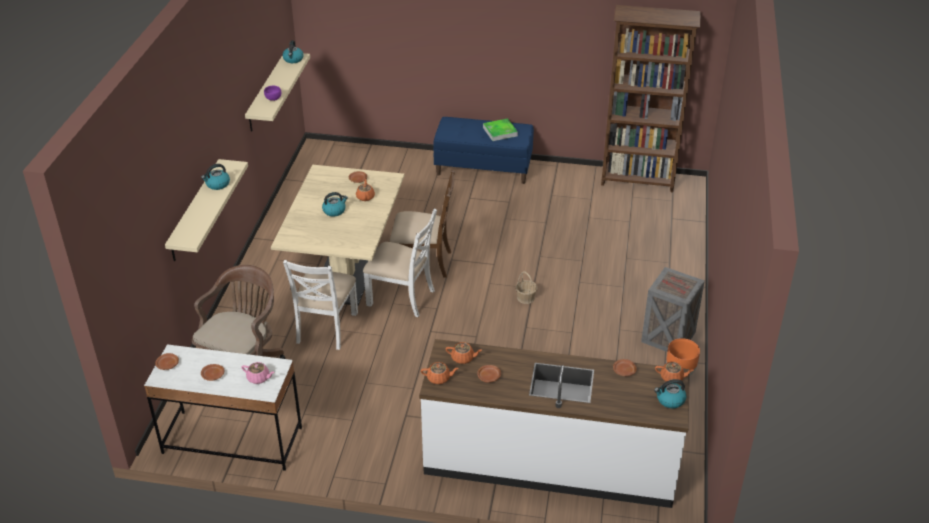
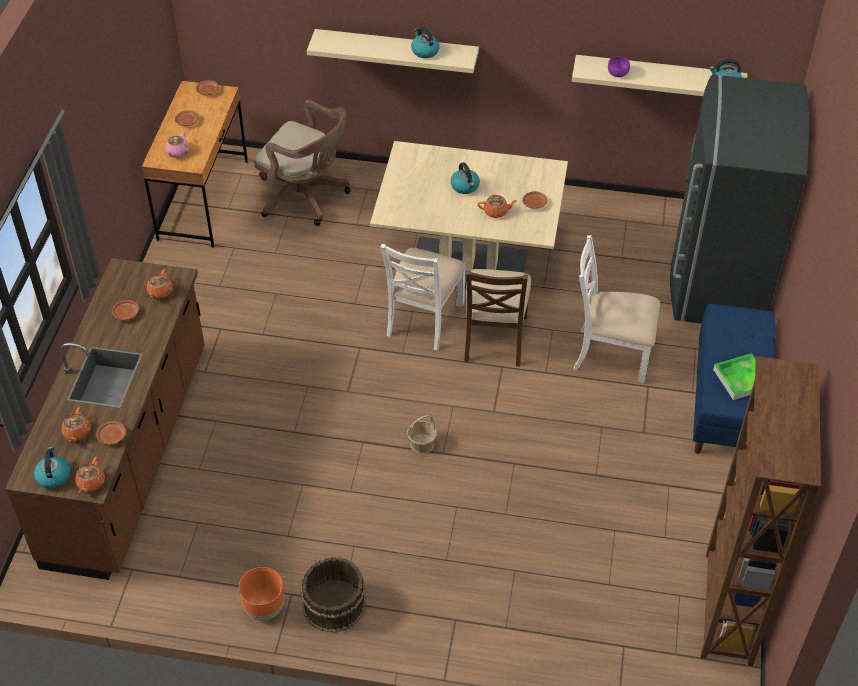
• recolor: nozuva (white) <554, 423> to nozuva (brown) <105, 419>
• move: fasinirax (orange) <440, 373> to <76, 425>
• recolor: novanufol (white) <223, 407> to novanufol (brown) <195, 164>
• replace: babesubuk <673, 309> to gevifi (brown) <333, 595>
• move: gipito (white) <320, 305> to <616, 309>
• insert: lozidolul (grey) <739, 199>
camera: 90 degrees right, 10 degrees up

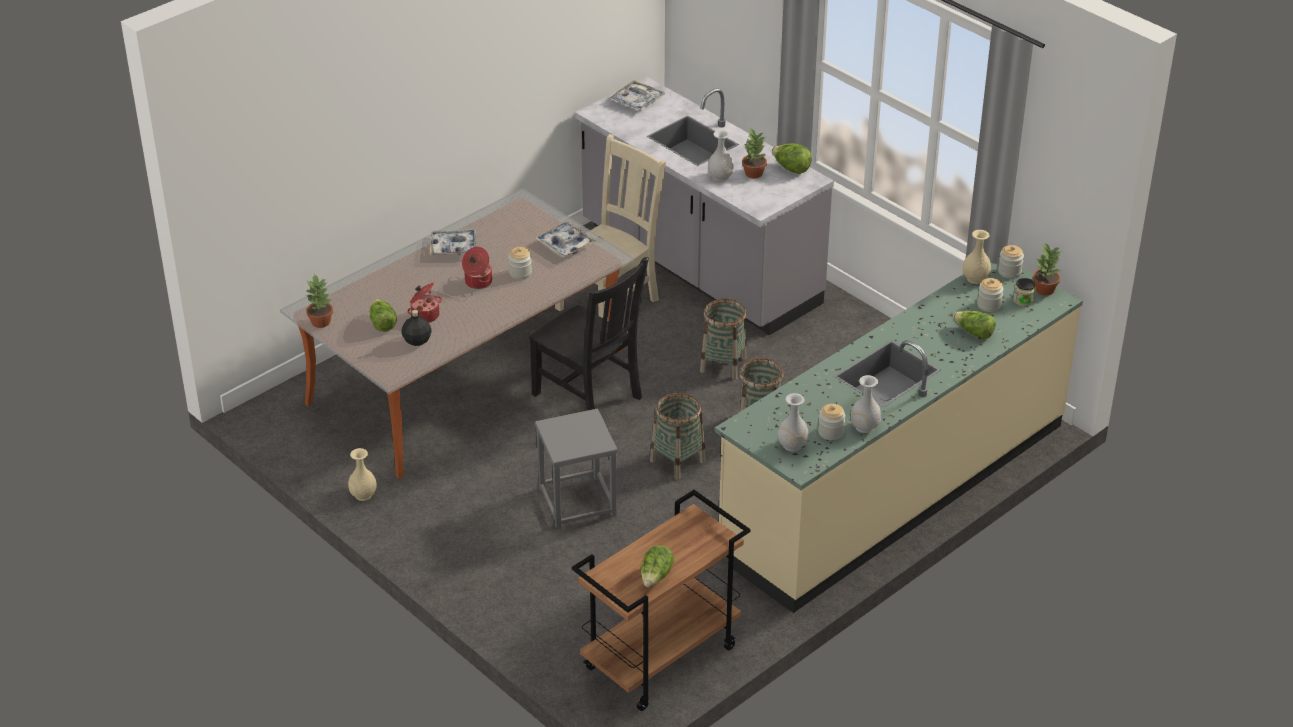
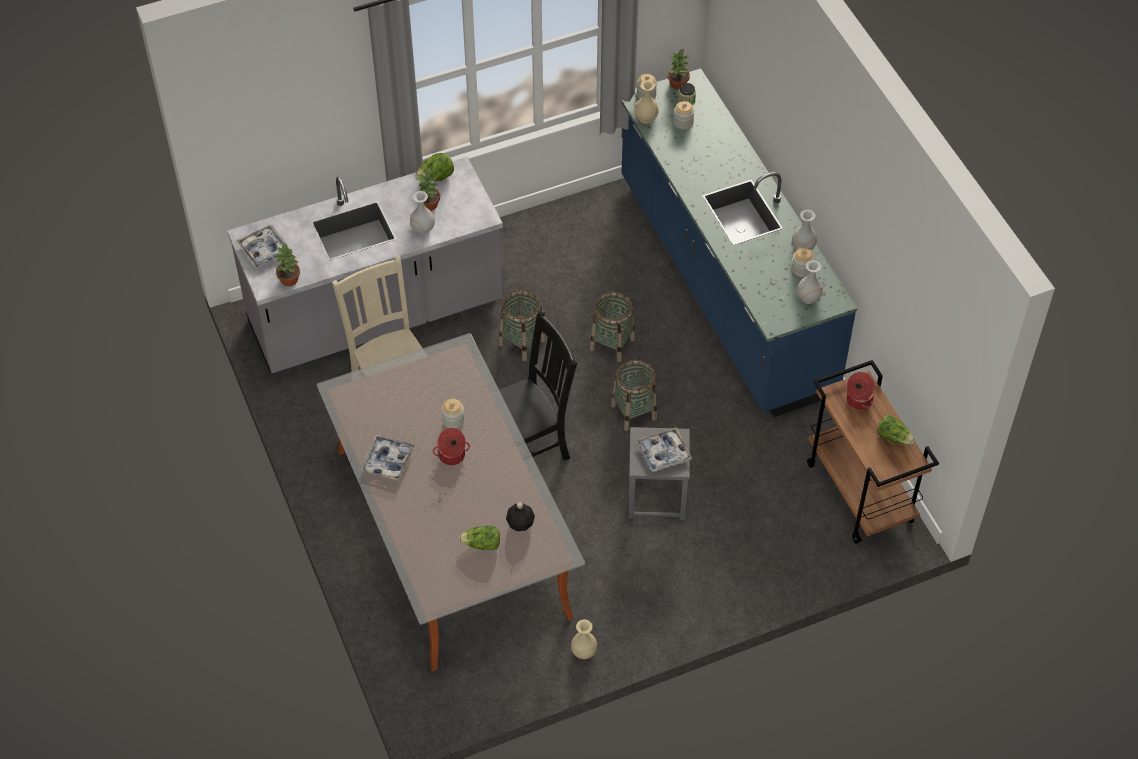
• move: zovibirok <319, 301> to <287, 264>
• recolor: nozuva (beige) <899, 435> to nozuva (blue) <739, 243>
• move: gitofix <565, 239> to <664, 449>
• move: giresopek <424, 303> to <860, 391>
• delete: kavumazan <974, 325>
camera: 70 degrees left, 15 degrees up

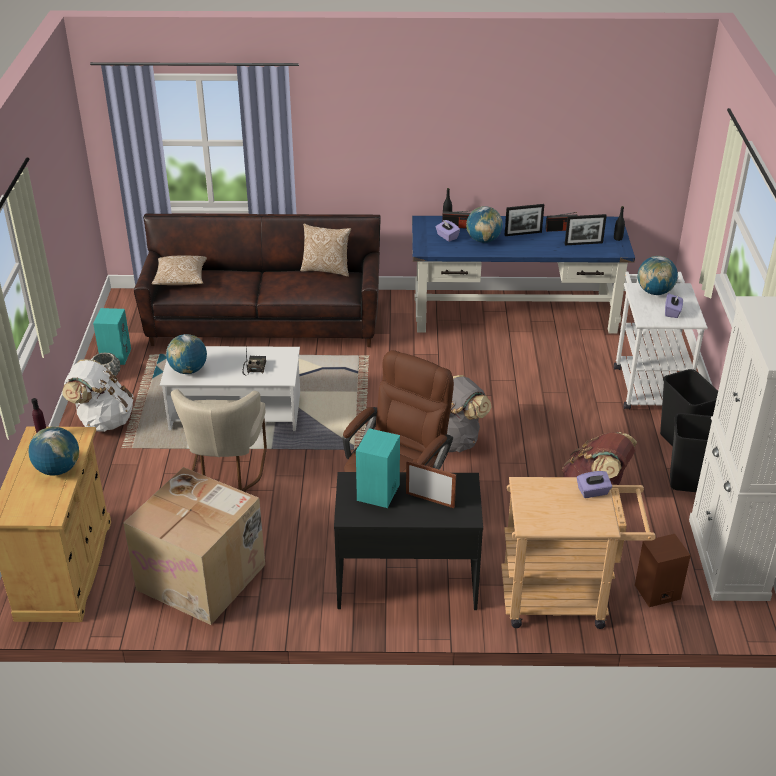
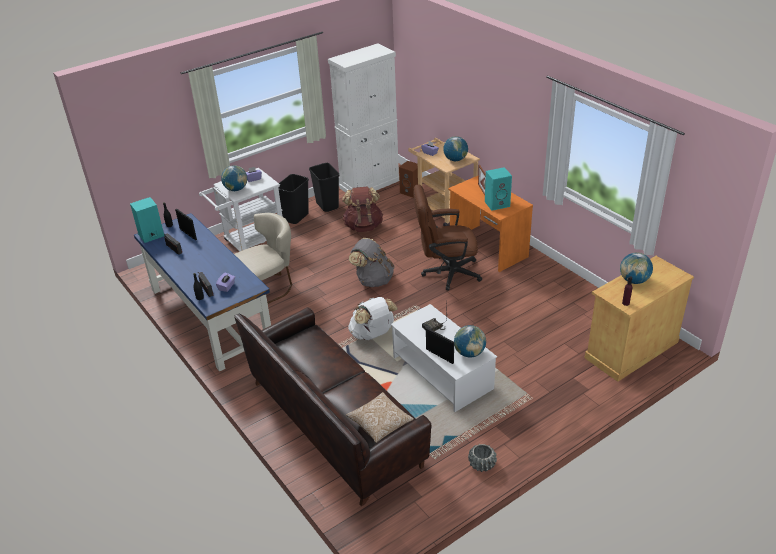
• move: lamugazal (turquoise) <112, 336> to <147, 220>
• move: gipito (beige) <219, 440> to <263, 258>
• move: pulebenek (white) <98, 395> to <373, 318>
• move: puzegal <524, 220> to <440, 346>
• move: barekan <484, 224> to <455, 148>
• recolor: novanufol (black) <408, 541> to novanufol (orange) <490, 224>
• delete: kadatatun <194, 546>
• delete: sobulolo <325, 250>
camera: 125 degrees left, 0 degrees up

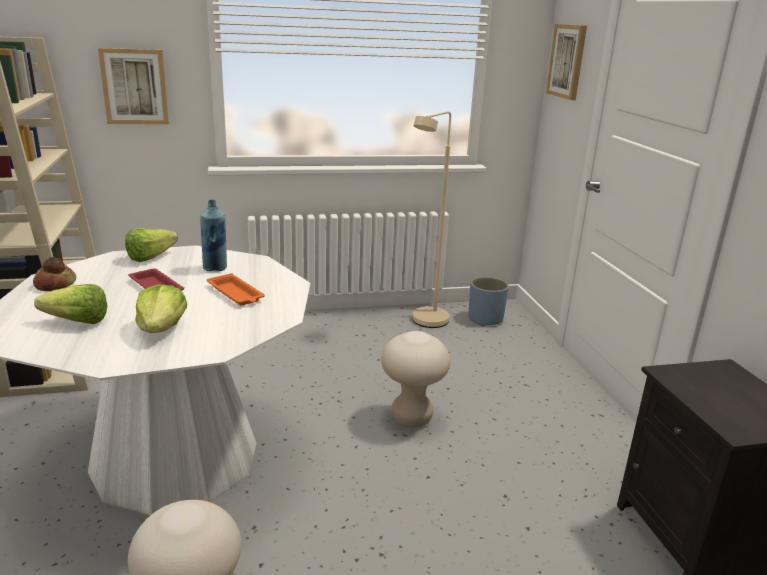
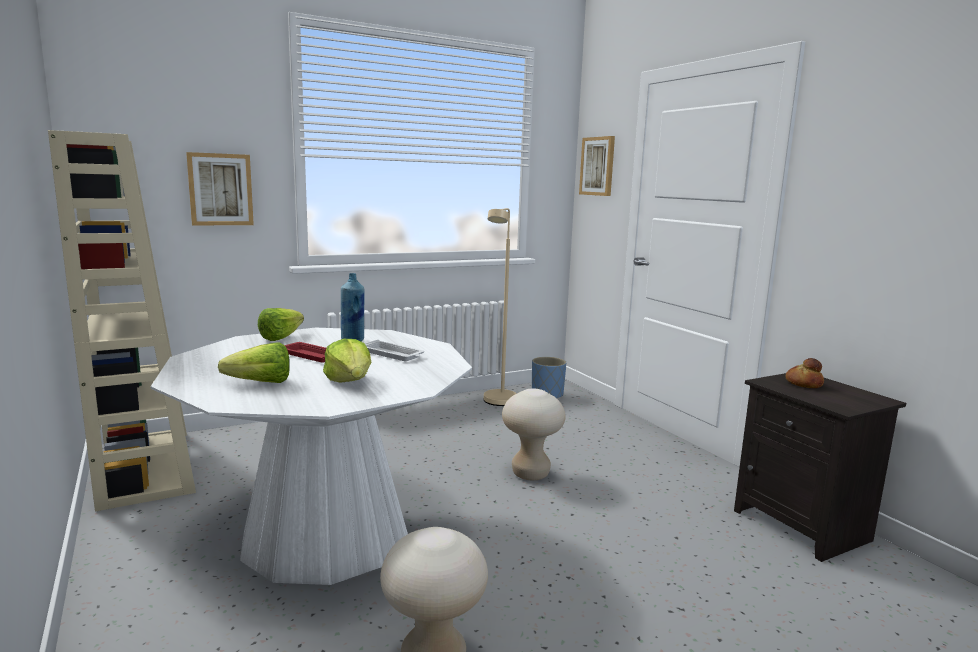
• recolor: gitofix (orange) <236, 289> to gitofix (white) <394, 350>
• move: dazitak <54, 274> to <804, 373>
camera: 15 degrees left, 10 degrees down

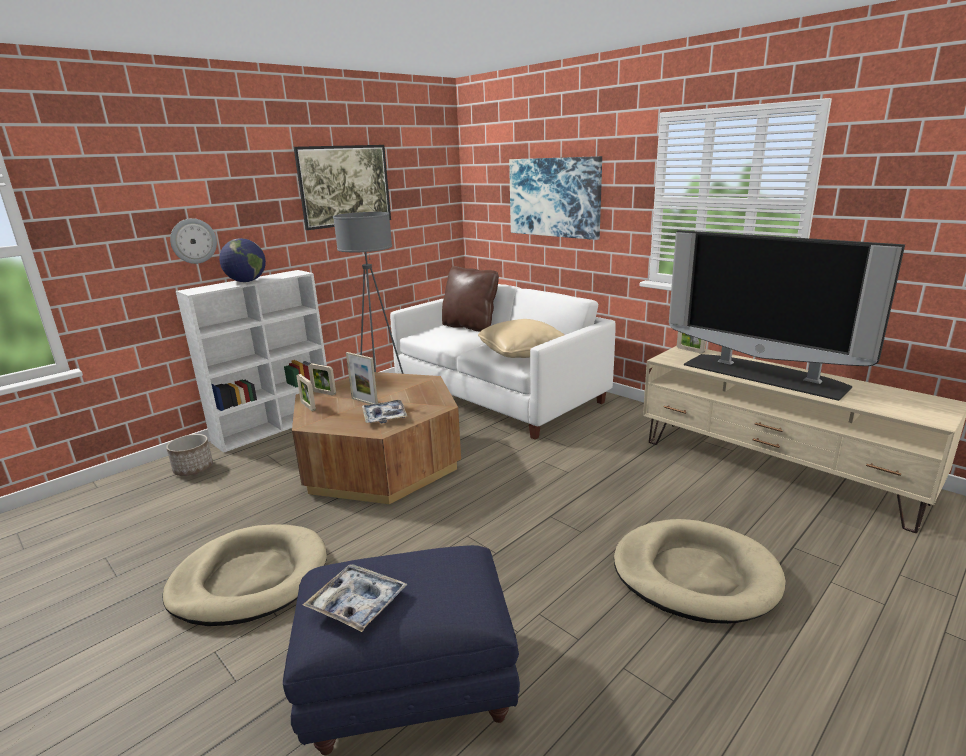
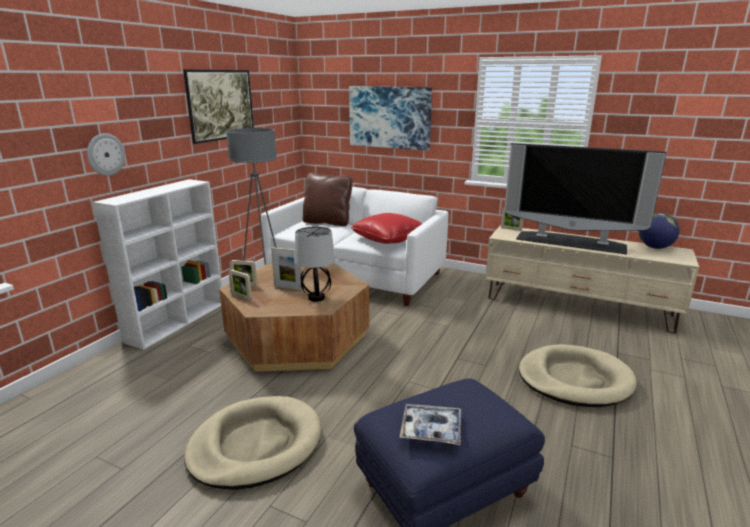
• replace: gitofix <384, 412> to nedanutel <315, 264>
• recolor: sobulolo (beige) <521, 338> to sobulolo (red) <386, 228>
• move: barekan <242, 260> to <659, 231>
• delete: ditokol <189, 455>
camera: 20 degrees left, 0 degrees up

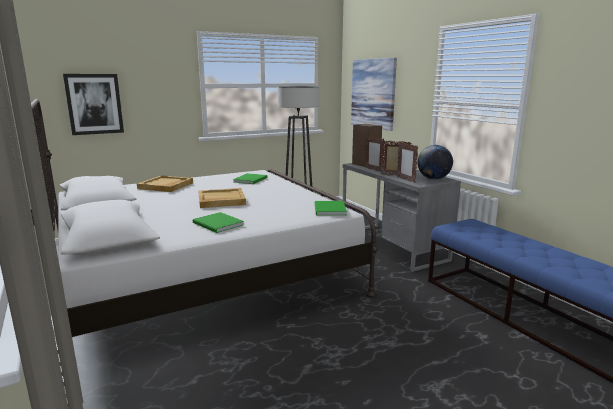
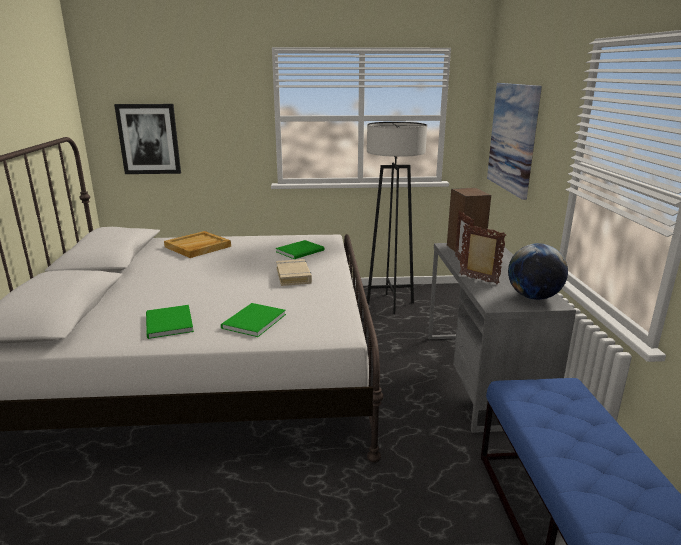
• move: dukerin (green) <331, 208> to <253, 320>
• insert: dukerin (beige) <294, 272>
• delete: gitofix (beige) <222, 198>
• delete: puzegal <407, 163>
camera: 25 degrees right, 5 degrees up

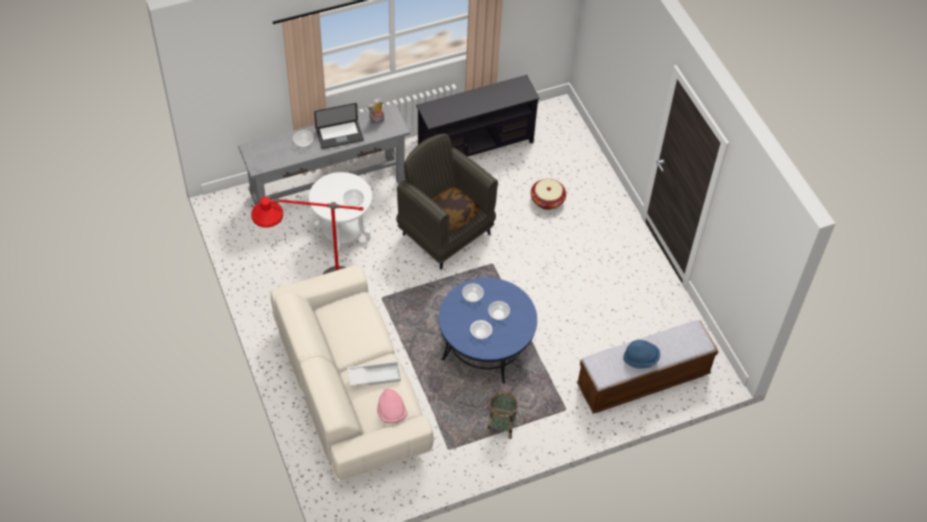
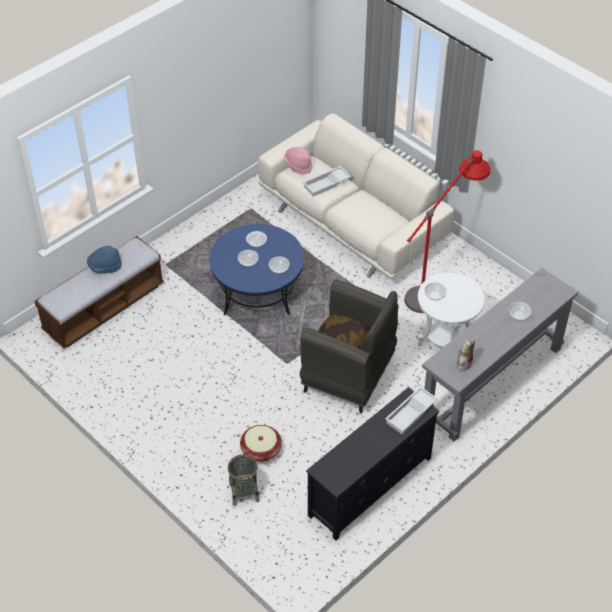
• move: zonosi <502, 415> to <244, 480>
• insert: gitofix (white) <411, 410>
• delete: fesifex <339, 126>
camera: 160 degrees right, 5 degrees down

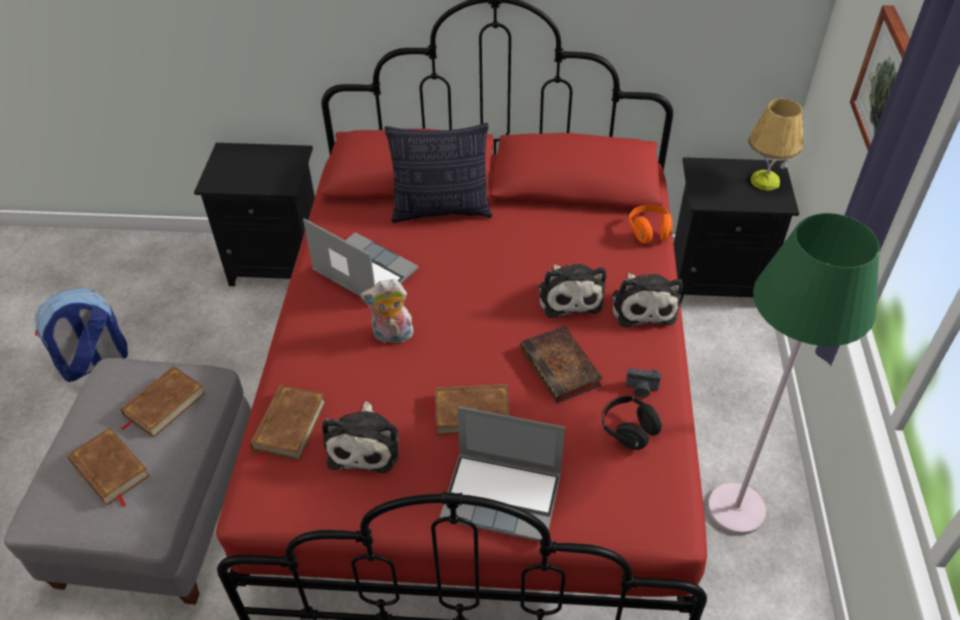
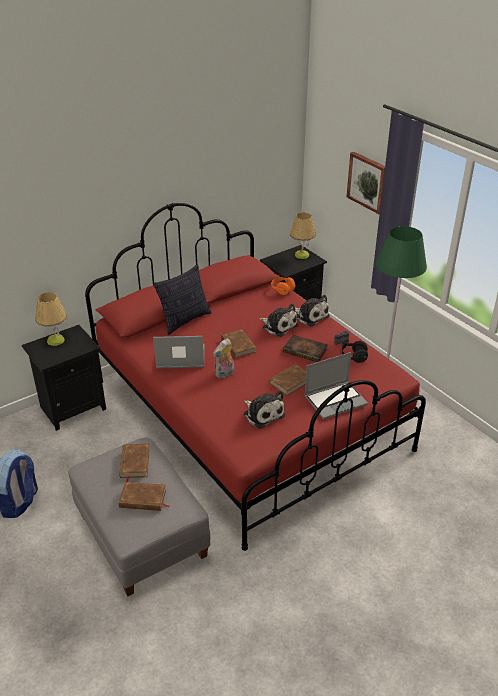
• insert: nedanutel <51, 319>
• move: dukerin (brown) <288, 424> to <239, 345>
camera: 40 degrees left, 10 degrees down

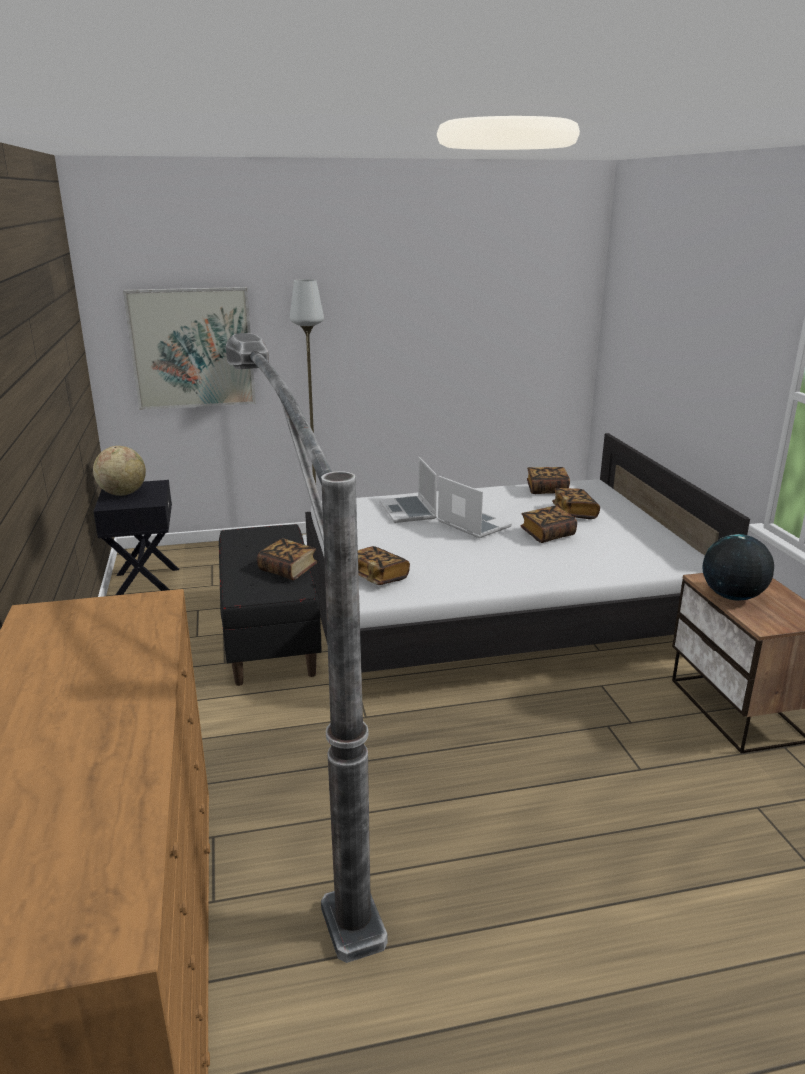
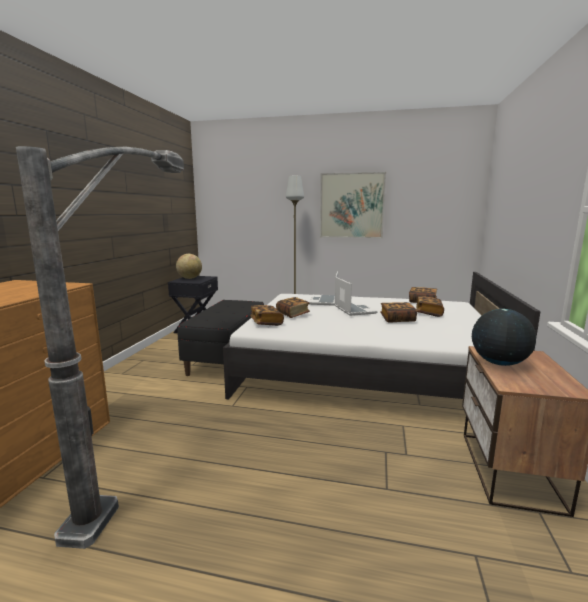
• move: dukerin <287, 559> to <293, 307>
• move: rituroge <189, 348> to <353, 205>
camera: 25 degrees right, 10 degrees down

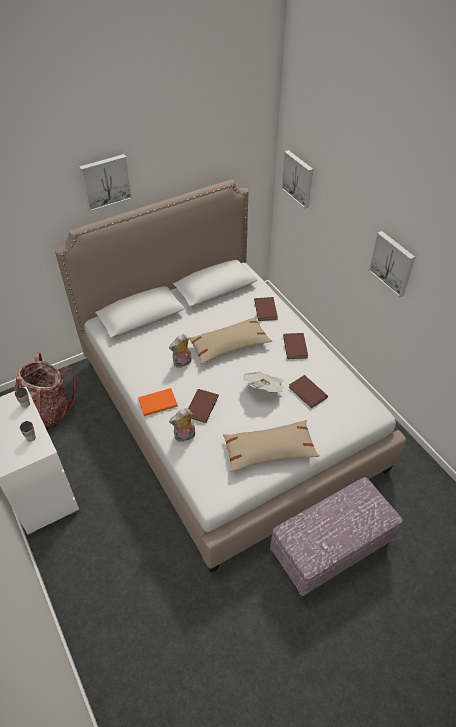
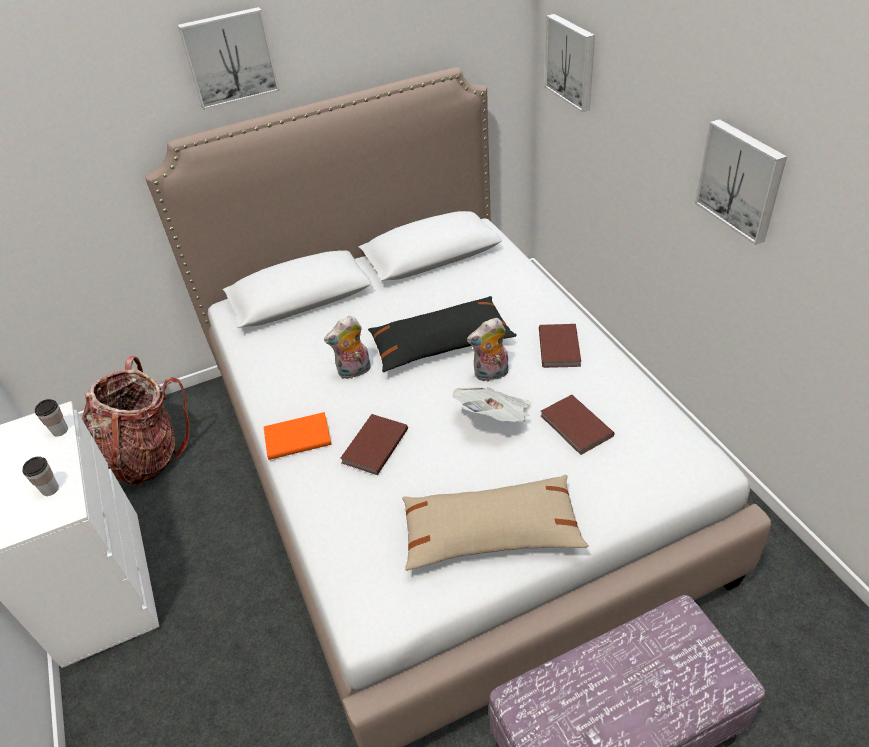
• recolor: sobulolo (beige) <230, 340> to sobulolo (black) <442, 334>
• move: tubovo <182, 425> to <488, 350>
• delete: dukerin (brown) <266, 309>
camera: 10 degrees right, 5 degrees down

